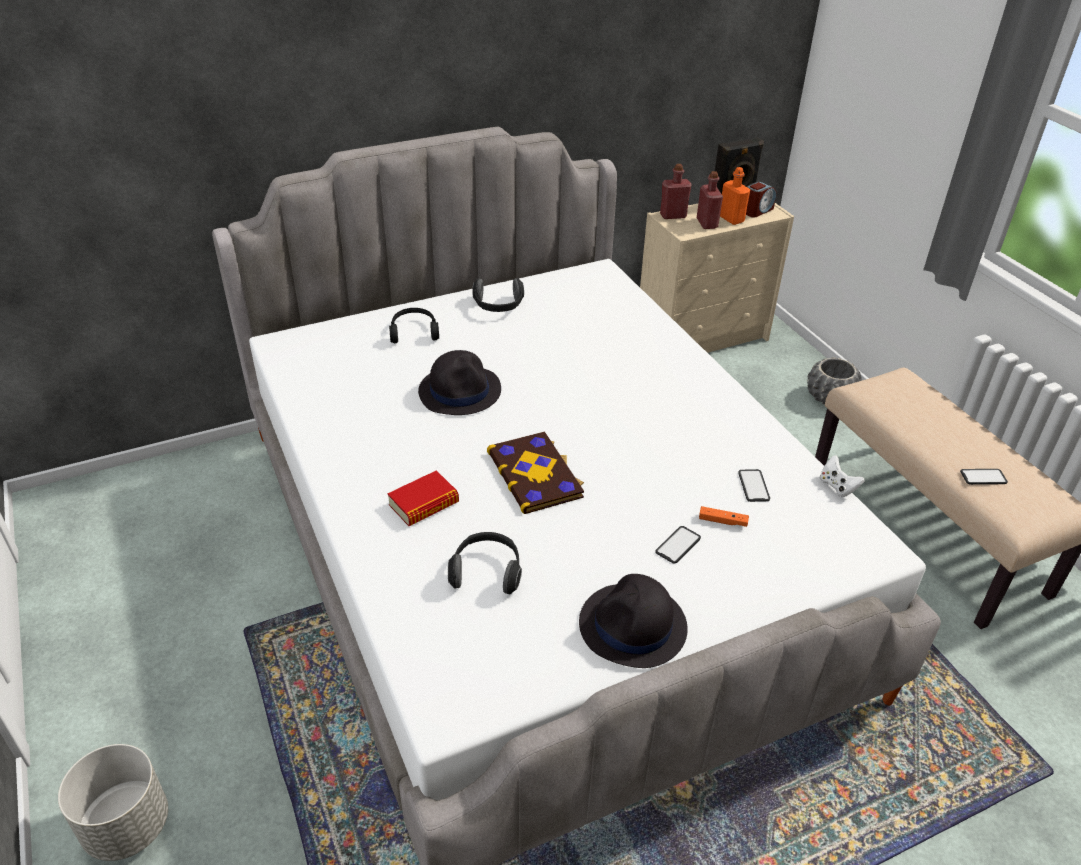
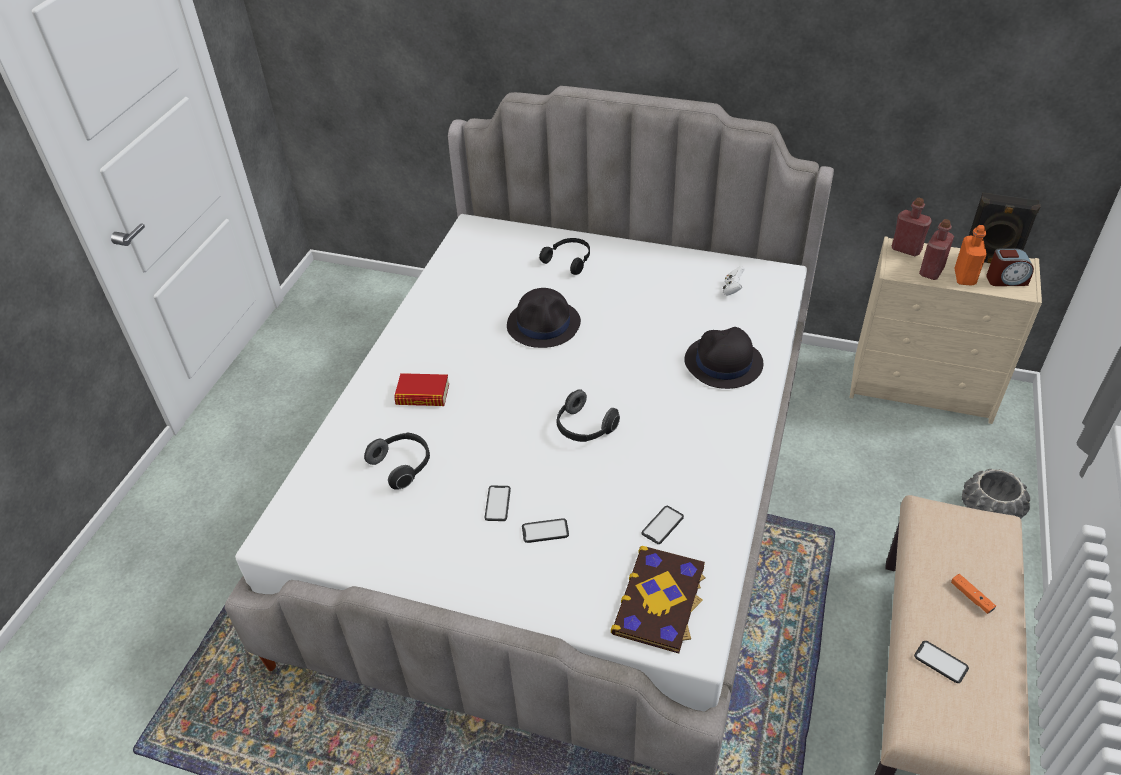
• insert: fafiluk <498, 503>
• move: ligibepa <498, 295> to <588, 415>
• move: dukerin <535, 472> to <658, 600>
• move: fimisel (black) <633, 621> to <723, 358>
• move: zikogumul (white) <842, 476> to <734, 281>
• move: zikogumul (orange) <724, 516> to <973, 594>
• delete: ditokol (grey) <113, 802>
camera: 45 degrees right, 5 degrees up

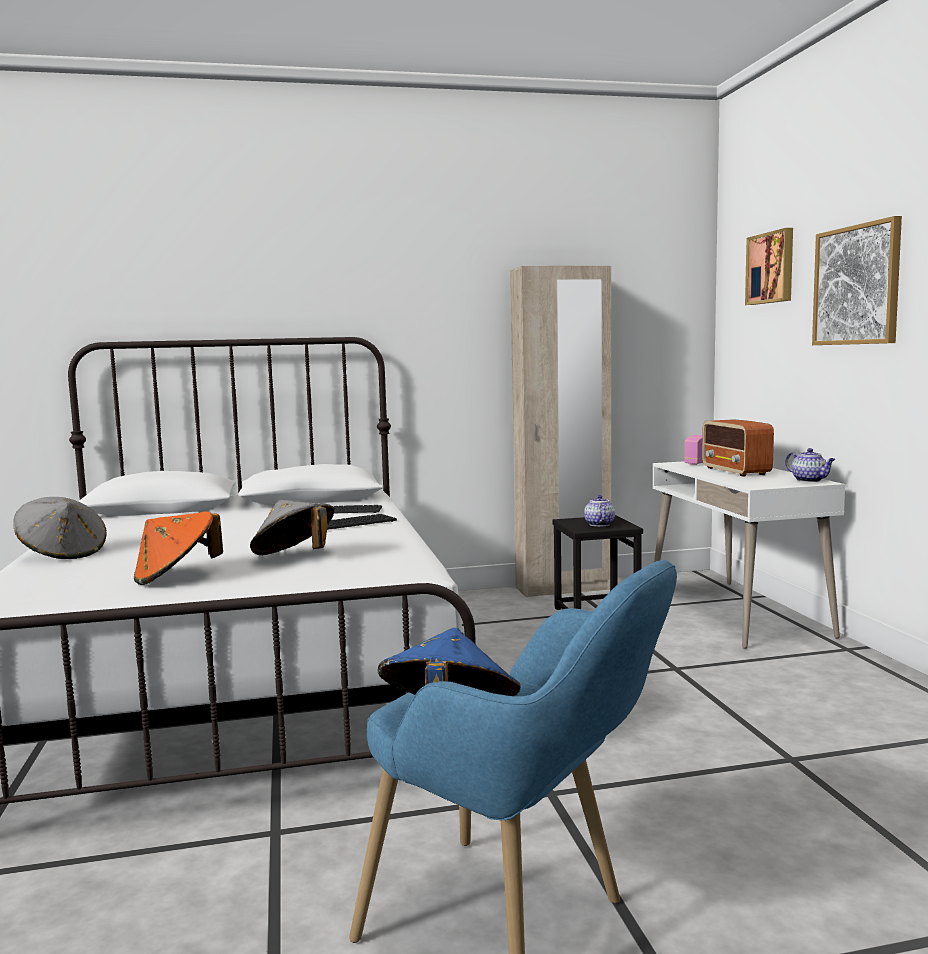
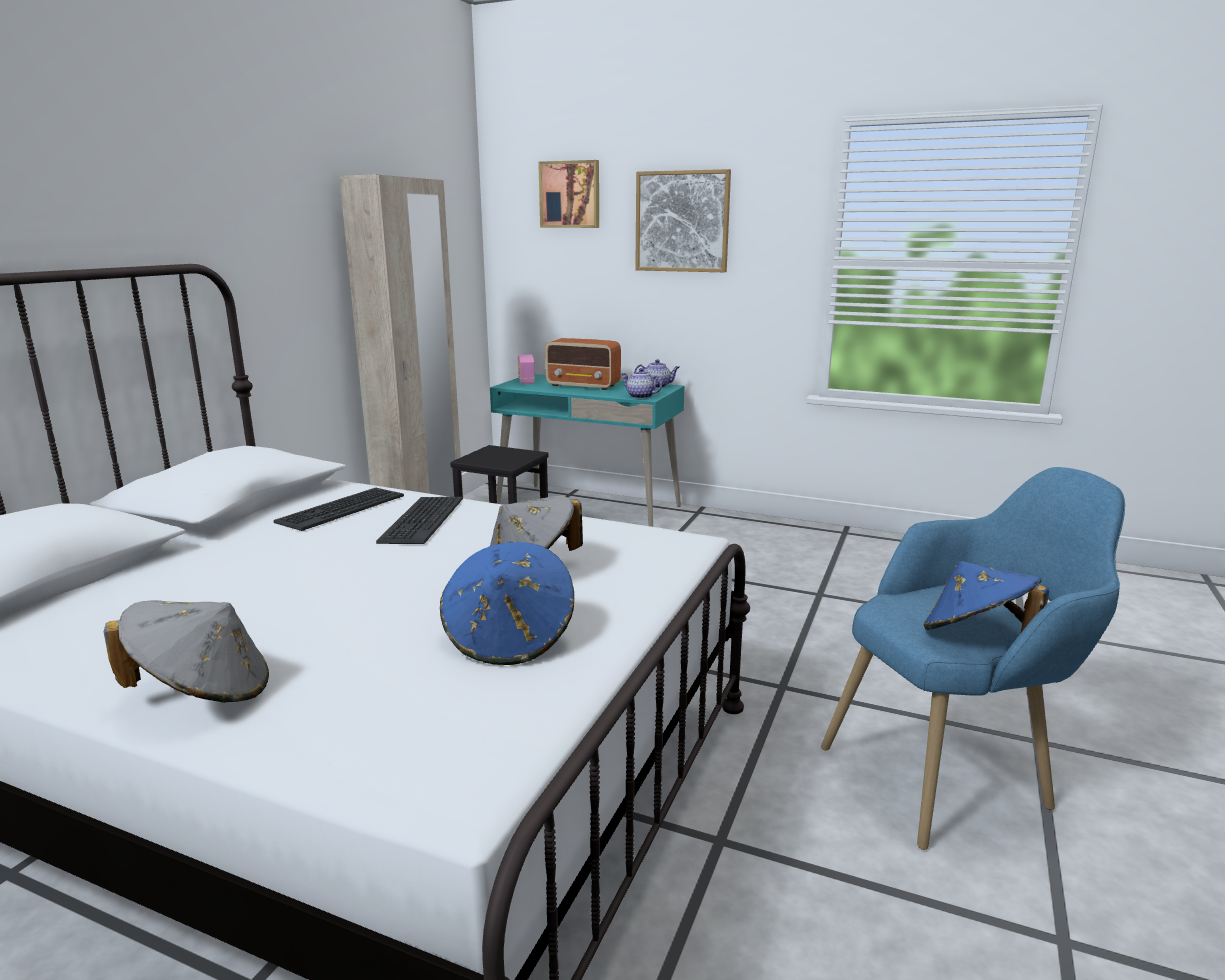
• recolor: fimisel (orange) <178, 548> to fimisel (blue) <507, 603>
• recolor: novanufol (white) <749, 555> to novanufol (turquoise) <587, 450>
• move: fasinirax <599, 510> to <642, 383>
camera: 55 degrees left, 10 degrees up

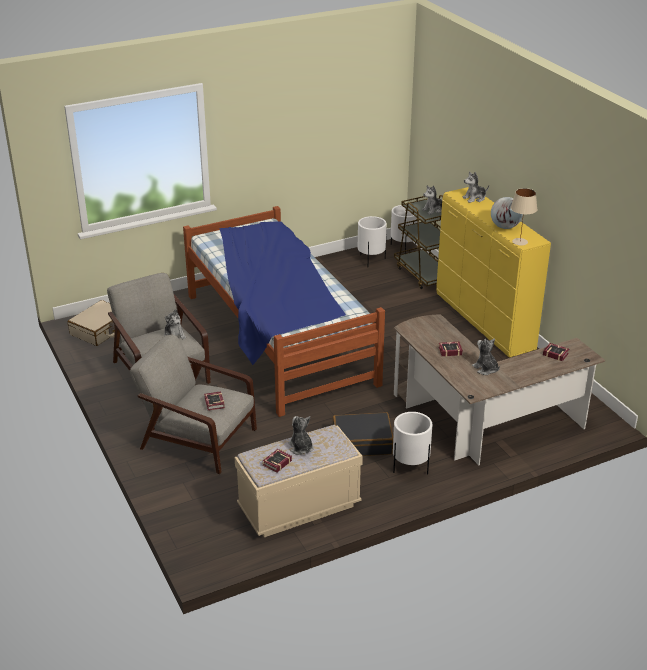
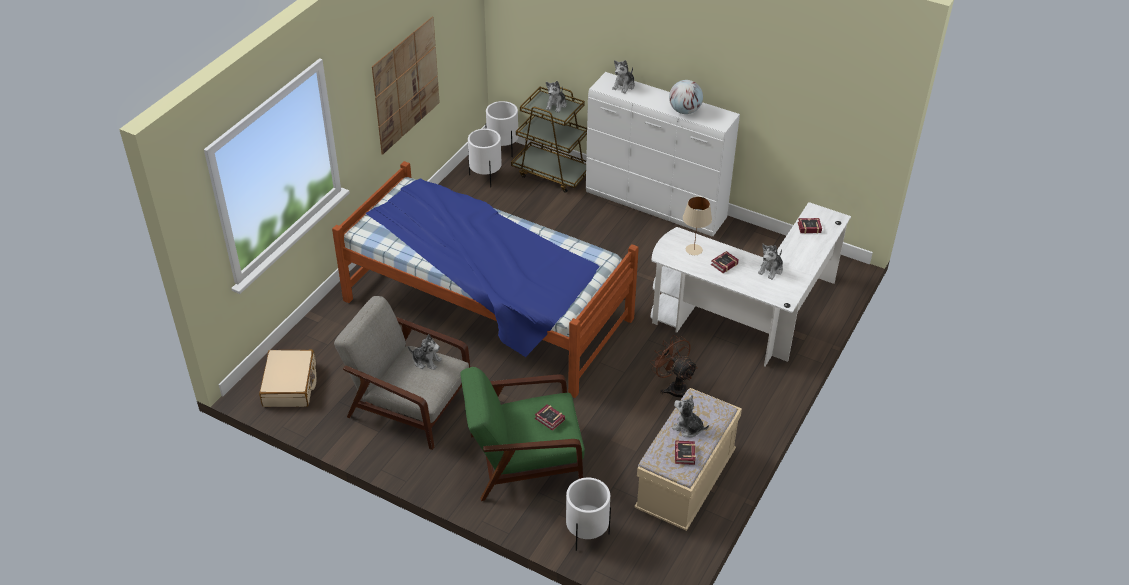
• insert: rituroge <406, 85>
• recolor: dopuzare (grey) <193, 404> to dopuzare (green) <523, 434>
• move: ditokol (white) <412, 443> to <588, 514>
• recolor: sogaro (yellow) <493, 272> to sogaro (white) <663, 154>
• recolor: novanufol (brown) <499, 390> to novanufol (white) <750, 284>
• replace: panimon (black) <363, 434> to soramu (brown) <674, 366>
• move: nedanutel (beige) <524, 216> to <697, 225>
• rotate: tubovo <486, 356> = <770, 262> 75 degrees counterclockwise
camera: 35 degrees left, 10 degrees up

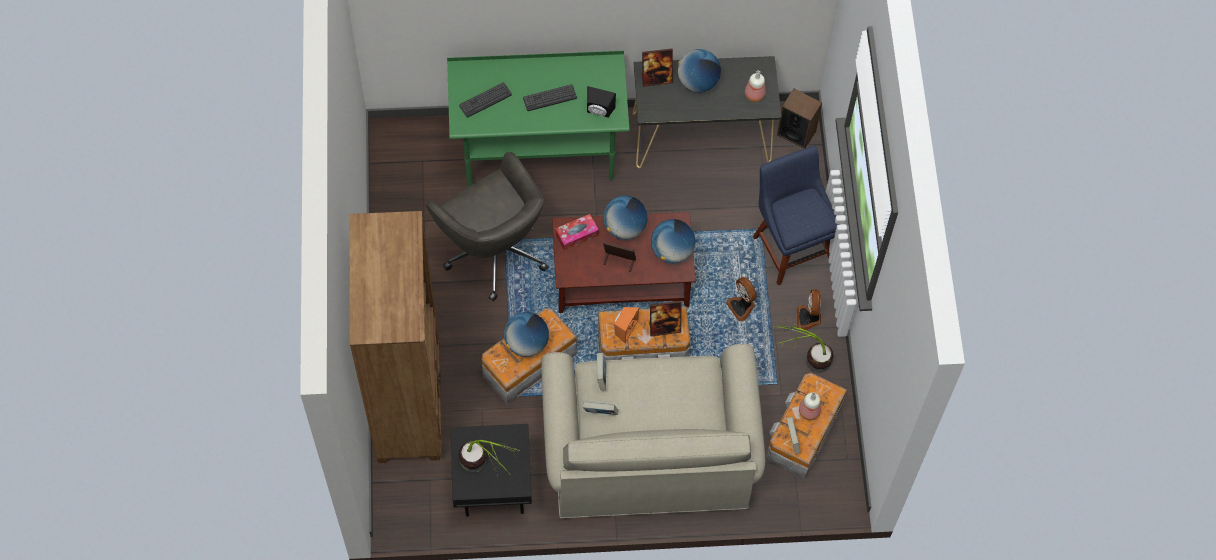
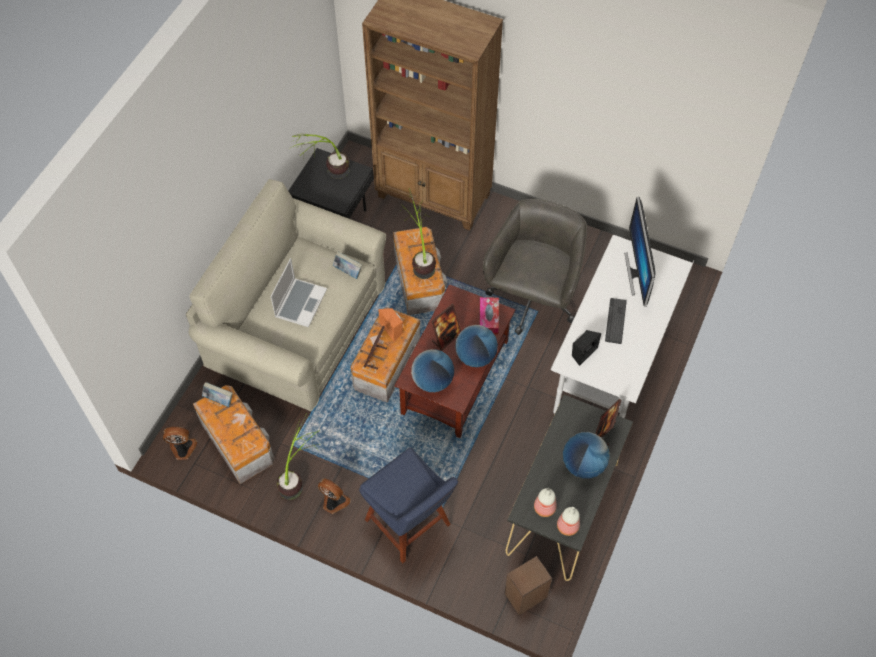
• move: soramu <741, 299> to <180, 443>
• insert: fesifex <298, 292>
• rotate: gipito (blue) <796, 215> = <408, 505> 45 degrees clockwise
• replace: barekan <526, 334> to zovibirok <418, 233>
• rotate: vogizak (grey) <487, 226> = <535, 267> 120 degrees clockwise
• recolor: novanufol (green) <538, 118> to novanufol (white) <622, 326>
• move: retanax <810, 406> to <568, 521>
• replace: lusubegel <485, 100> to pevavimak <640, 252>
• delete: dukerin <600, 408>
camera: 120 degrees right, 5 degrees down

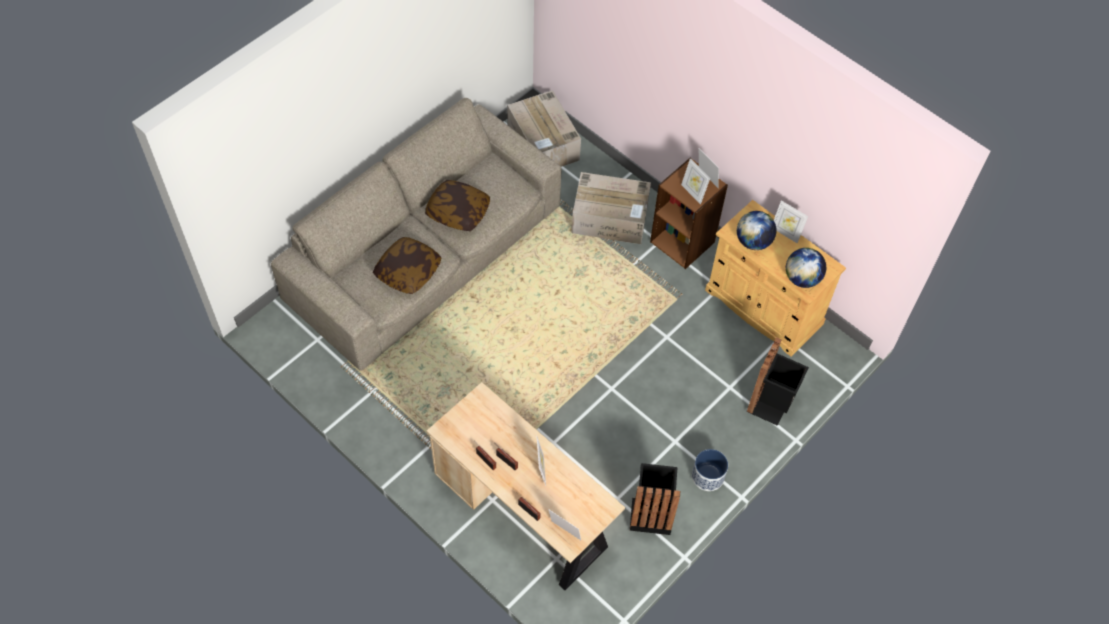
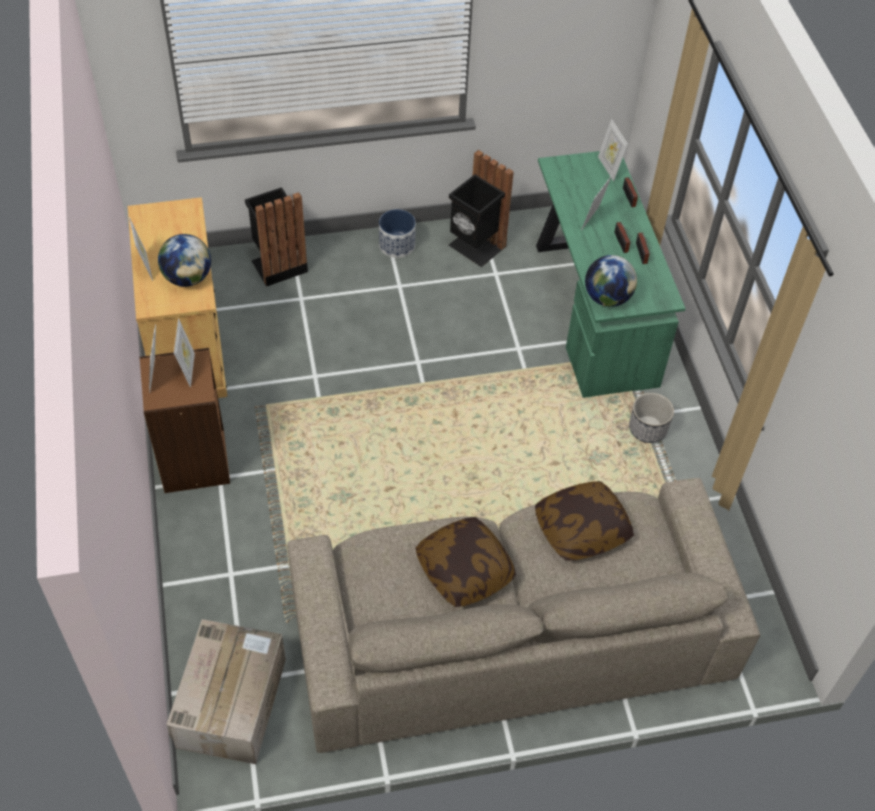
• recolor: novanufol (beige) <526, 486> to novanufol (green) <611, 274>
• move: barekan <806, 268> to <611, 281>
• insert: ditokol <651, 418>
• delete: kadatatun <611, 208>
camera: 145 degrees left, 5 degrees down

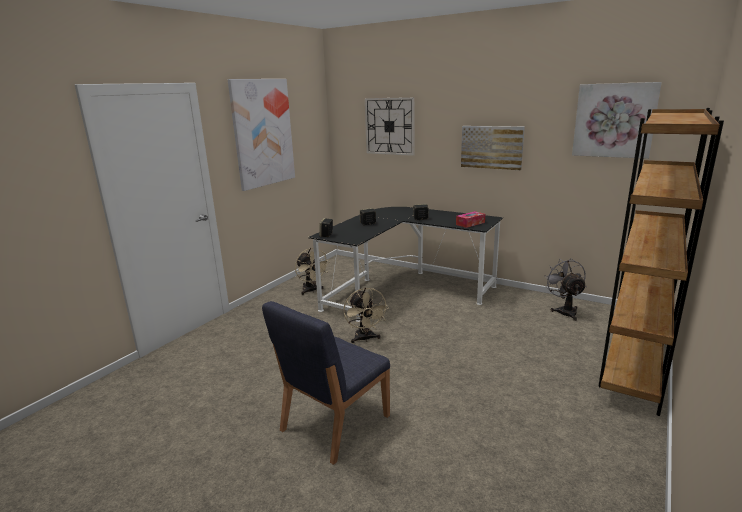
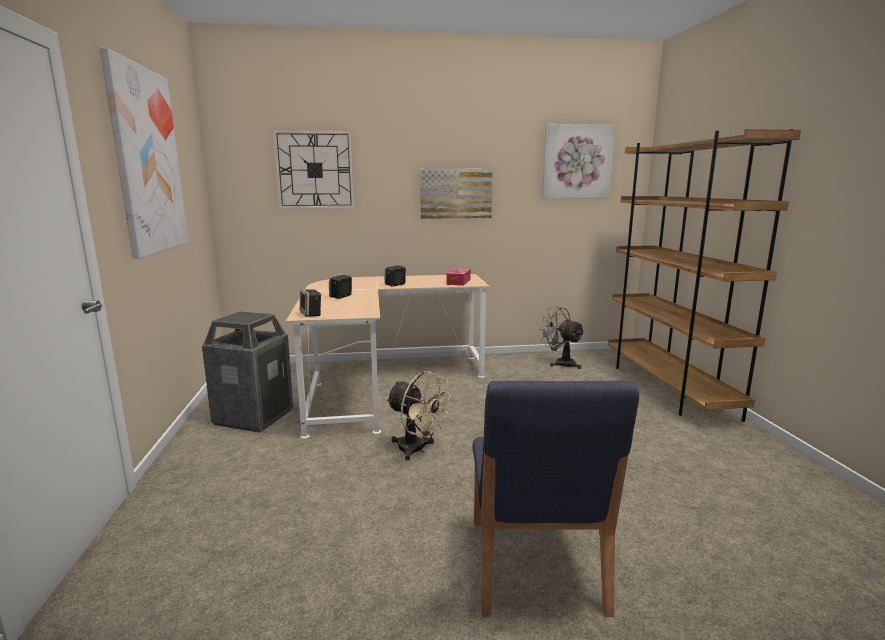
• replace: soramu (beige) <312, 271> to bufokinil <247, 372>
• recolor: novanufol (black) <405, 264> to novanufol (beige) <388, 356>
camera: 40 degrees left, 5 degrees down

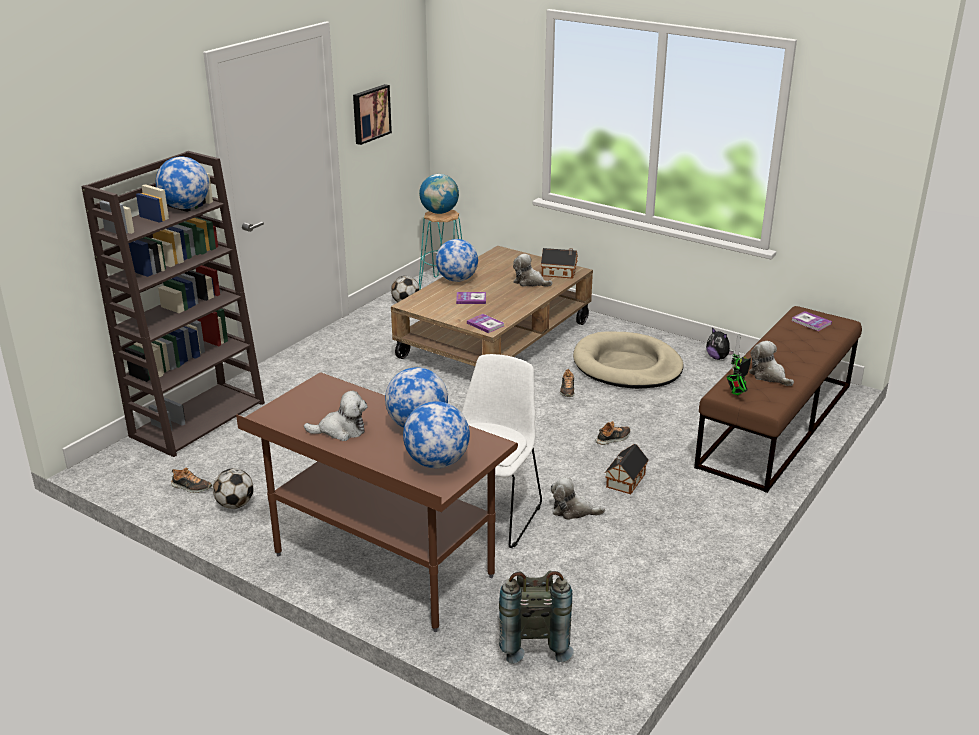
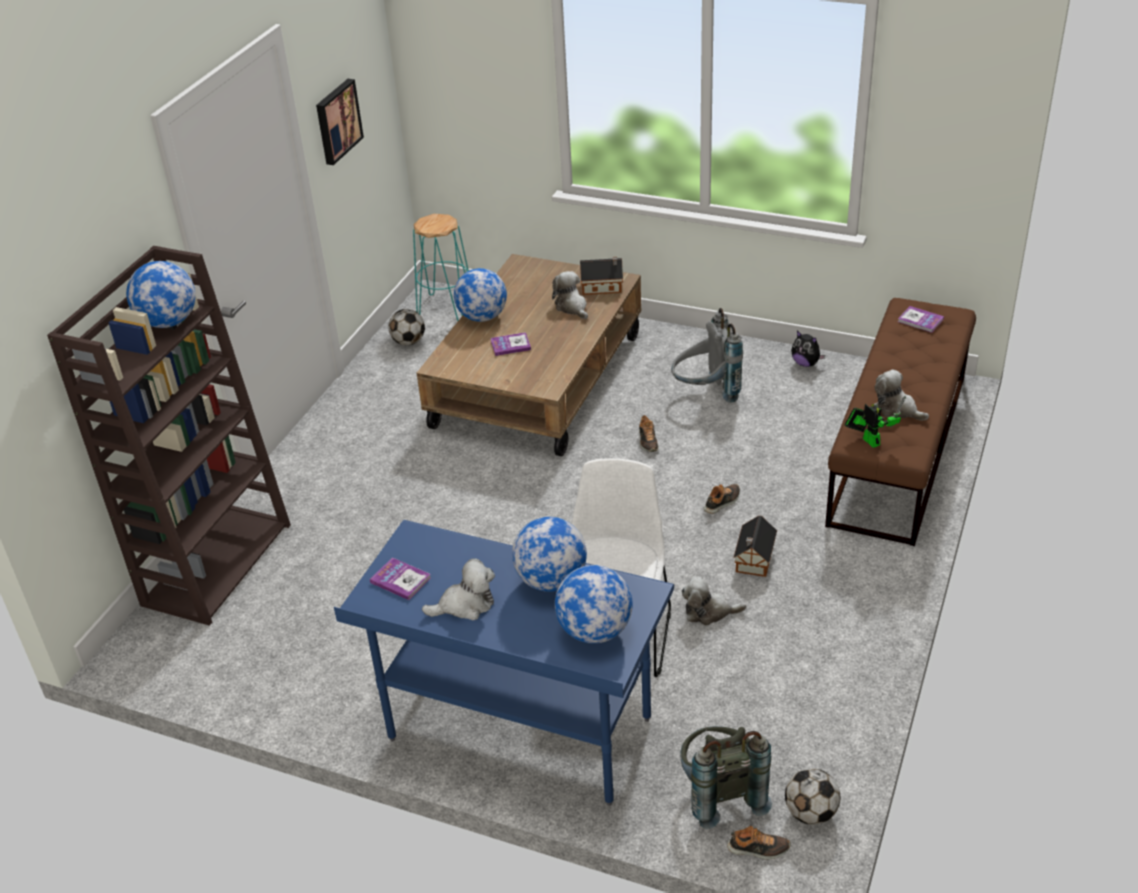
• recolor: novanufol (brown) <377, 502> to novanufol (blue) <504, 663>
• move: dukerin <485, 323> to <400, 578>
• rotate: tubovo <532, 270> = <570, 295> 45 degrees clockwise
• replace: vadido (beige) <628, 360> to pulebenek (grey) <707, 355>
• move: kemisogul <191, 480> to <759, 842>
• move: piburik <233, 488> to <812, 797>
• rotate: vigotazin <739, 365> = <875, 422> 120 degrees clockwise
• delete: barekan <439, 194>
camera: 10 degrees left, 10 degrees up

